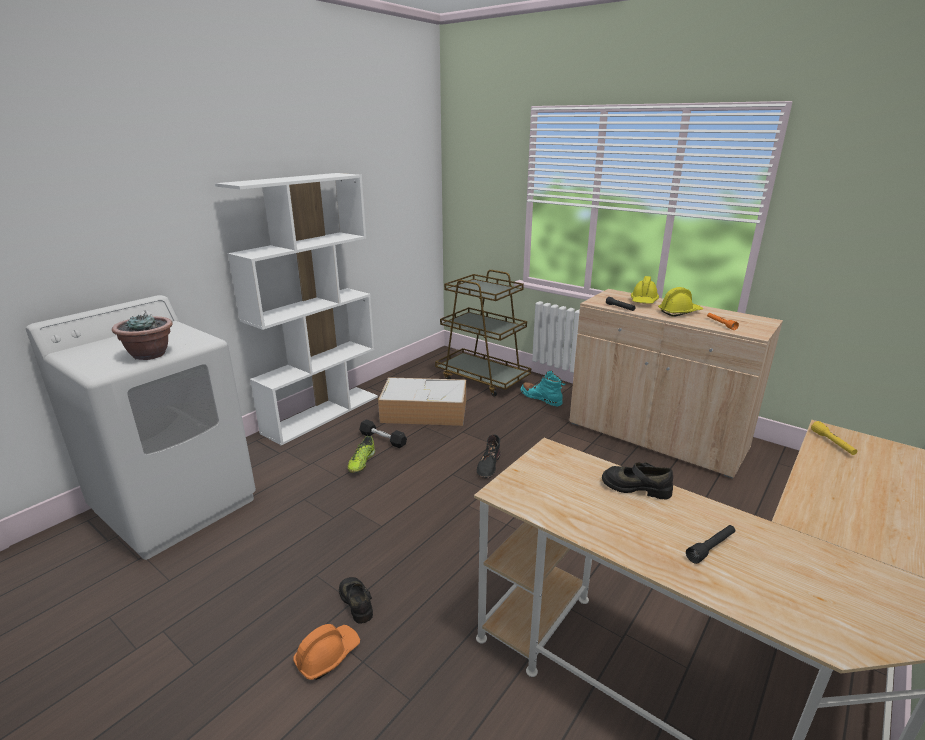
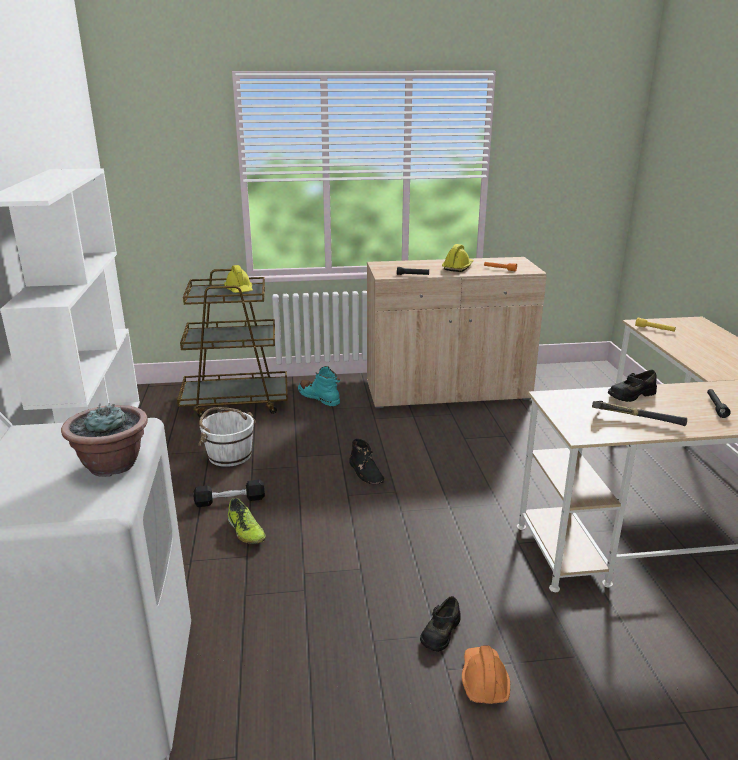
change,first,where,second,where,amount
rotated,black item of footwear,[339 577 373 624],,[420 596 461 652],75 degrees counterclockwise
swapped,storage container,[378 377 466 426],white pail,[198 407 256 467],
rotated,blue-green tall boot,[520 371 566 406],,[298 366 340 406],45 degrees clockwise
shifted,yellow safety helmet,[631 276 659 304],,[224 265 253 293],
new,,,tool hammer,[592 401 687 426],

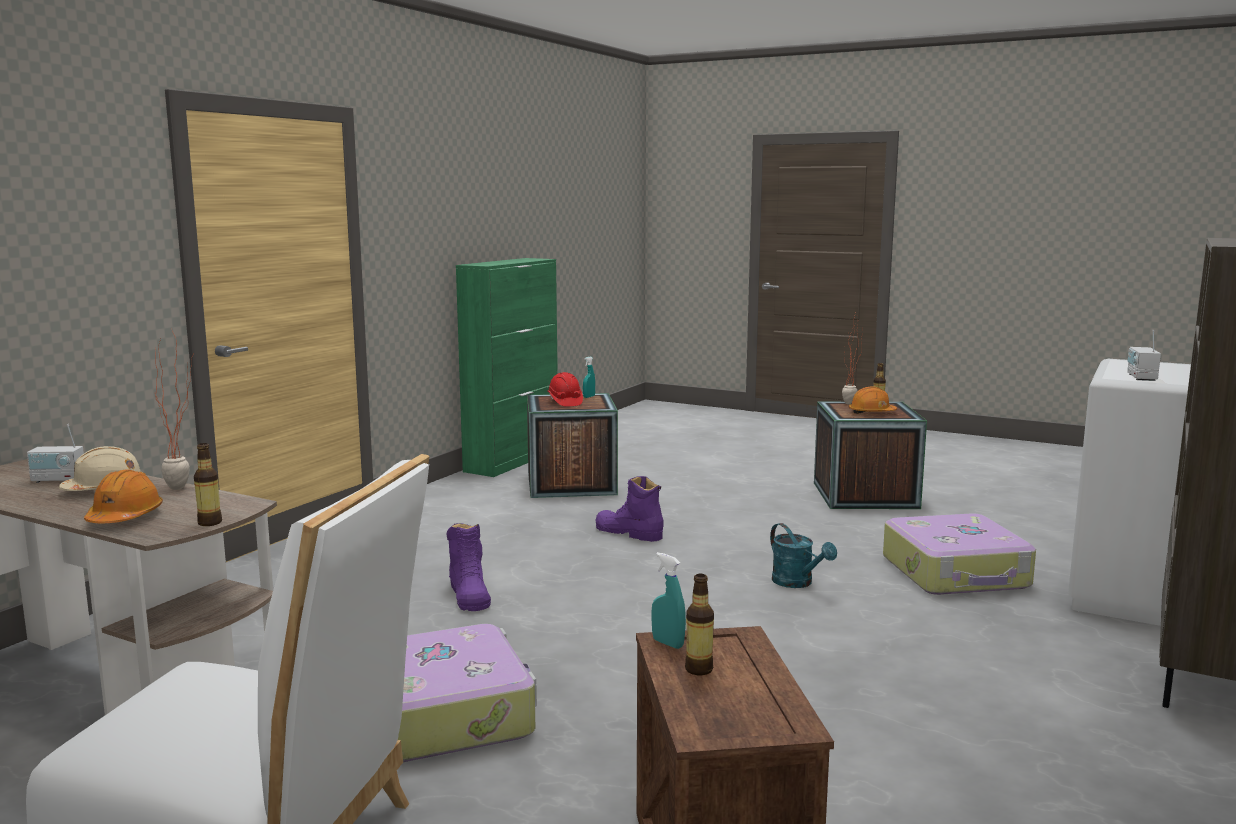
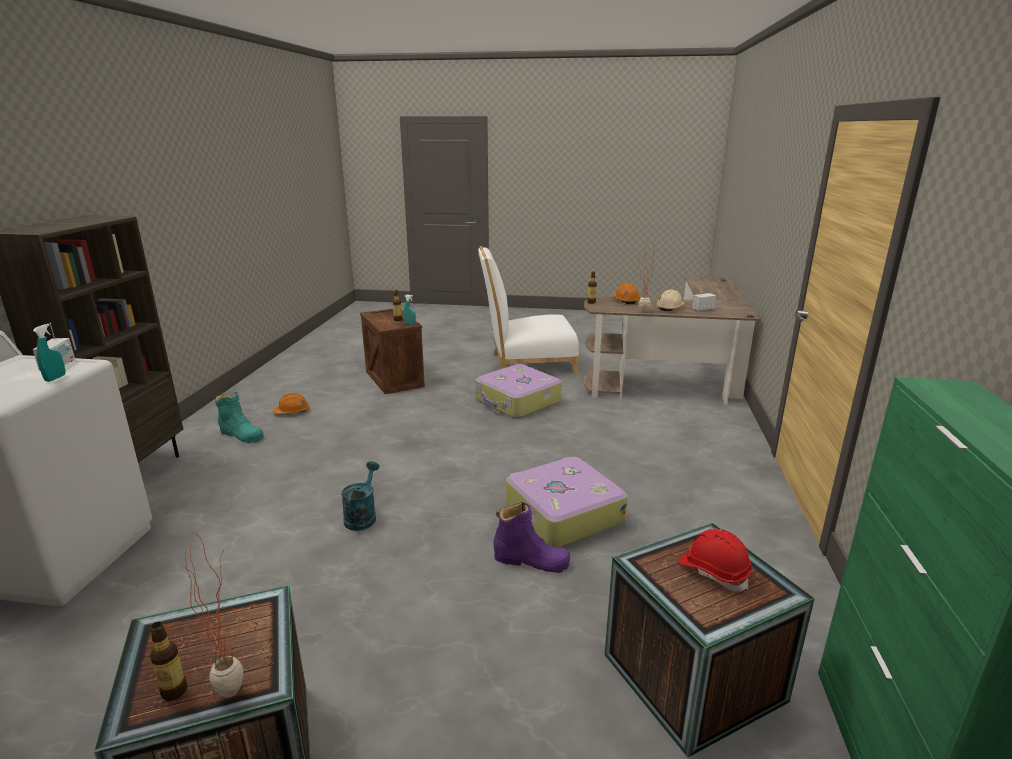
change,first,where,second,where,amount
gone,purple-coloured tall boot,[447 523 491 611],,,
shifted,blue-green sprayer,[583 356 595 398],,[33 324 65 382],
rotated,blue-green sprinkling can,[770 523 837 588],,[341 461 379 531],60 degrees clockwise
shifted,orangey safety helmet,[849 386 897 414],,[273 393 309 414],
shifted,suitcase,[883 514 1036 595],,[506 457 628 548],
new,,,blue-green tall boot,[215 392 264 443],

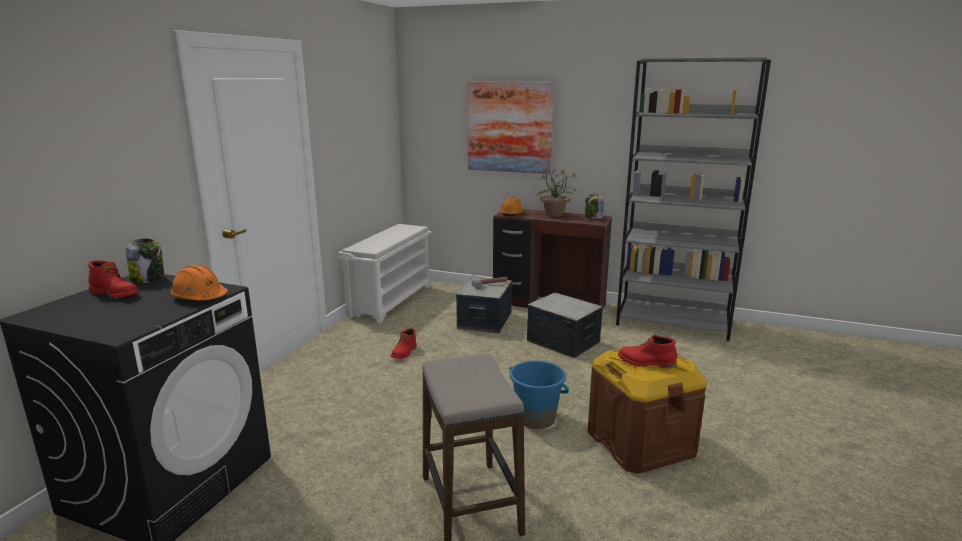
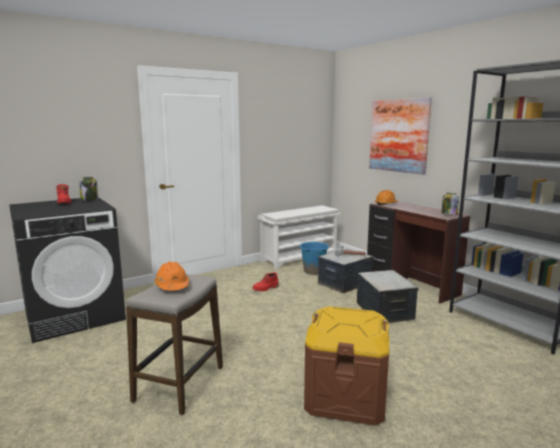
change,first,where,second,where,amount
shifted,orangey safety helmet,[170 265 228 300],,[155 261 189 291],
shifted,blue pail,[509 360 569 429],,[300 242 329 275],
gone,houseplant,[537 169 576 217],,,
gone,reddish tall boot,[618 335 677 368],,,

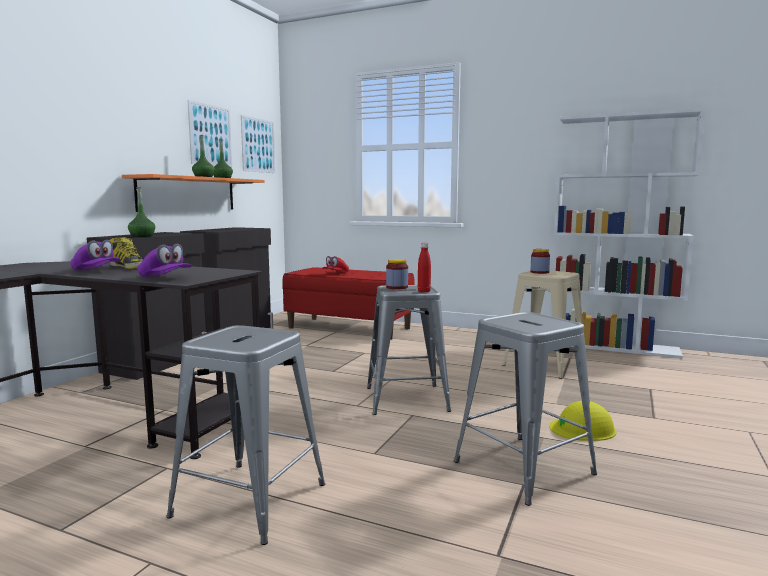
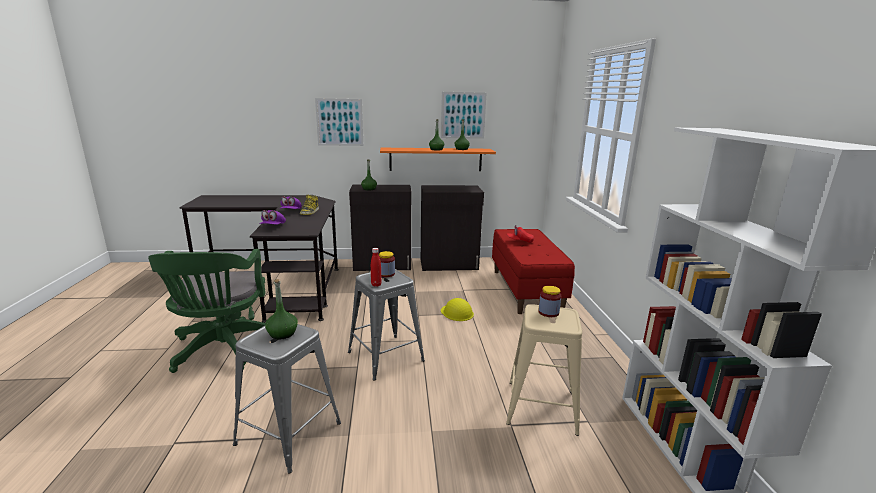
change,first,where,second,where,amount
swapped,greyish stool,[166 325 325 545],greenish desk chair,[148 249 266 373],
shifted,wall picture,[241 115 275 173],,[315 98 363 146],
shifted,yellow safety helmet,[549 401 617 441],,[441 298 474 321],
new,,,greenish bottle,[265 279 298 339],

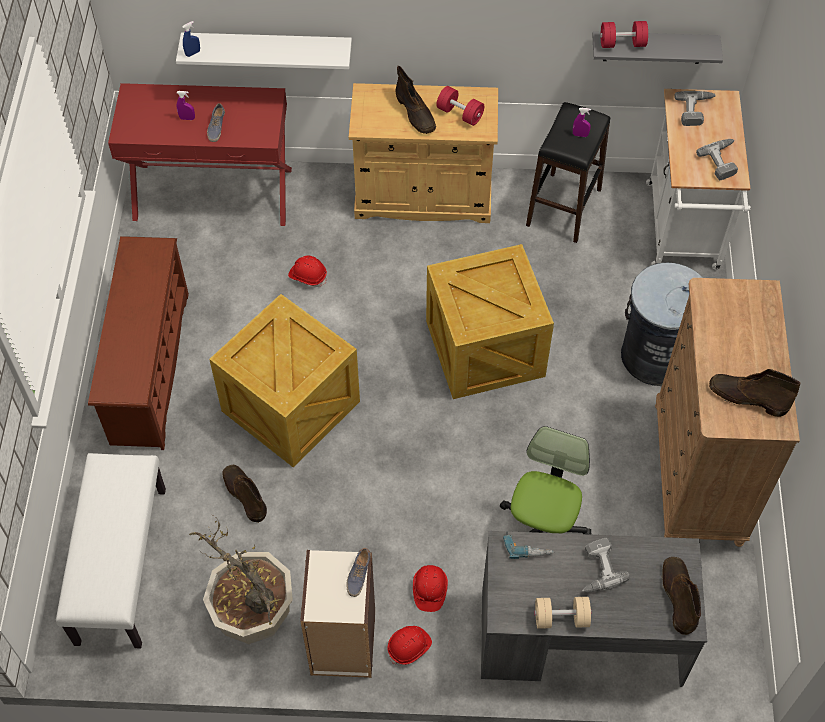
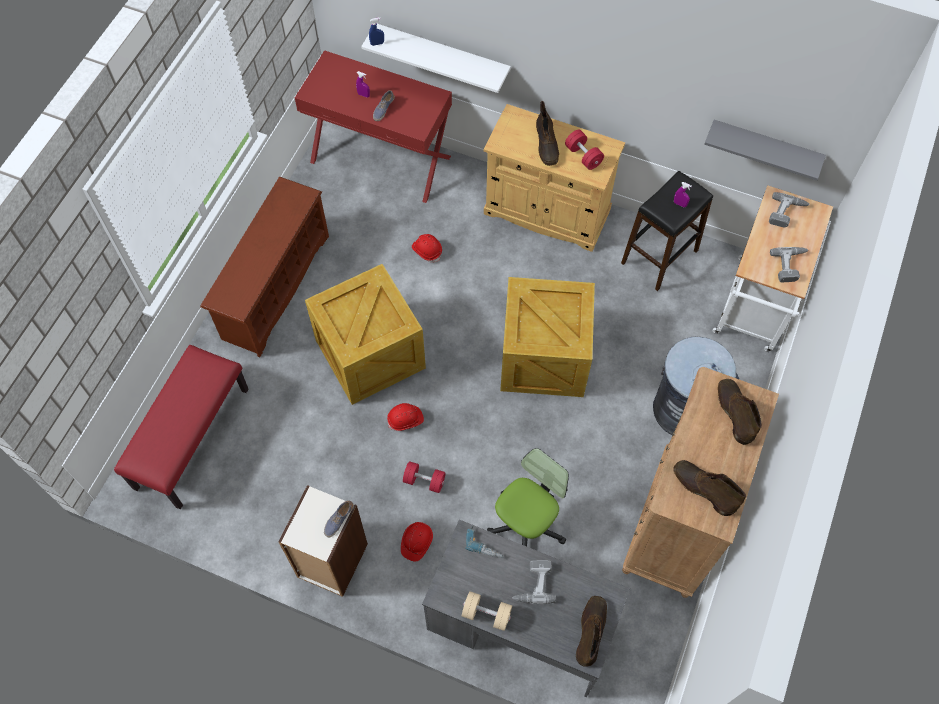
change,first,where,second,where,amount
repainted,white bench,[56 453 166 648],reddish bench,[114 345 248 509],
gone,houseplant,[189 516 293 644],,,
shifted,brown tall boot,[222 465 267 523],,[718 379 762 445],
shifted,reddish safety helmet,[387 626 432 665],,[387 403 424 431],
shifted,reddish hand weight,[600 21 648 48],,[403 461 445 493],

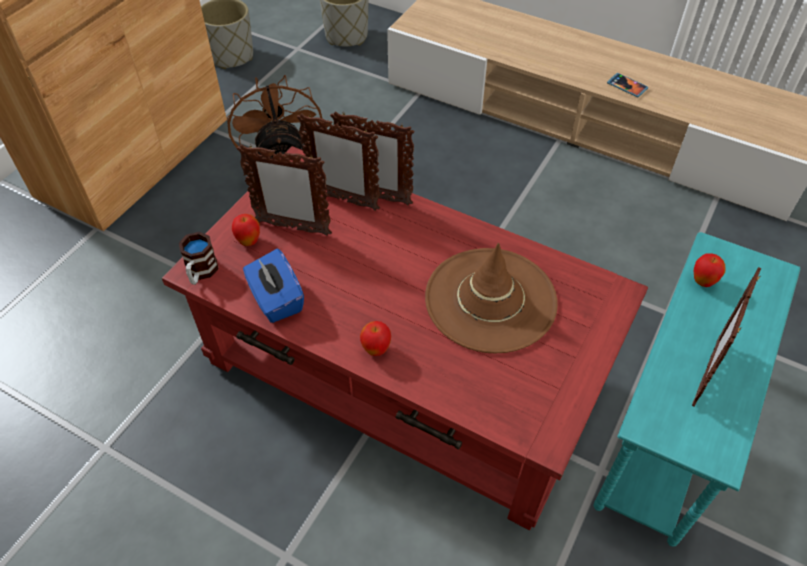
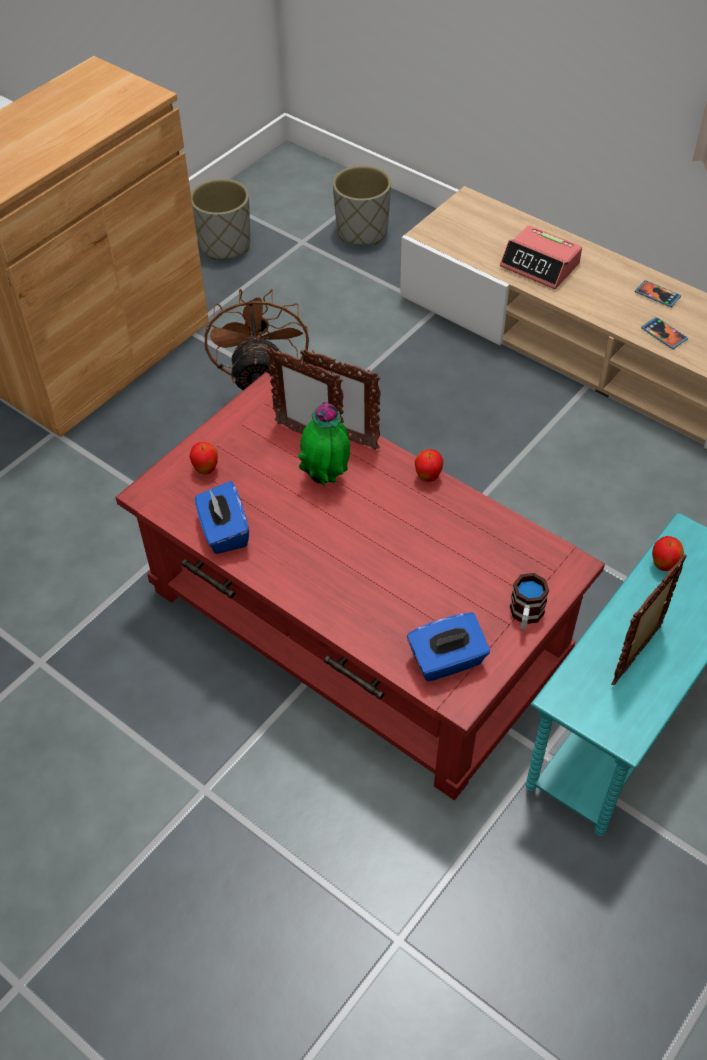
change,first,where,second,where,amount
shifted,coffee mug,[179 232 219 285],,[510 573 549 630],
gone,picture frame,[237 144 332 236],,,
shifted,whole apple,[360 321 391 356],,[415 449 443 482],
gone,brown hat,[425 243 558 353],,,
new,,,houseplant,[298 402 350 487],
new,,,blue tissue holder,[407 613 490 682],
new,,,table clock,[500 225 582 289],
new,,,handset,[635 280 681 307],

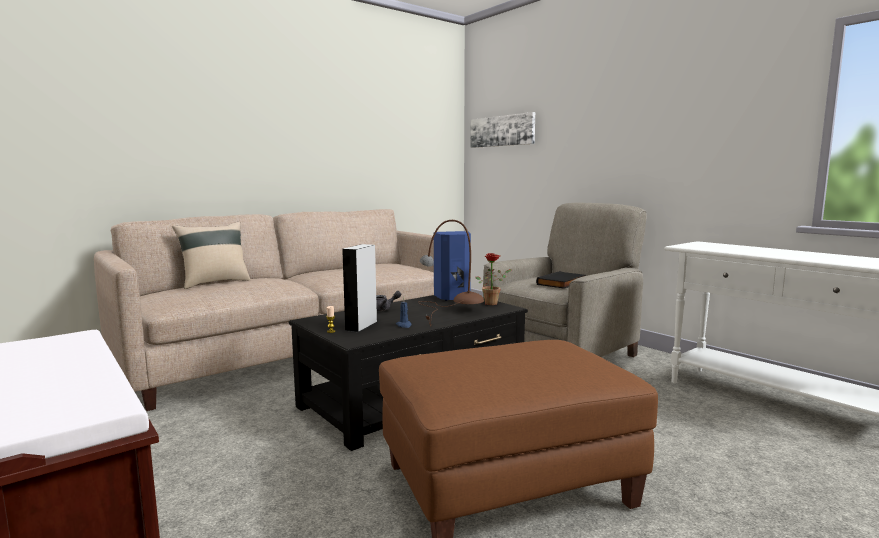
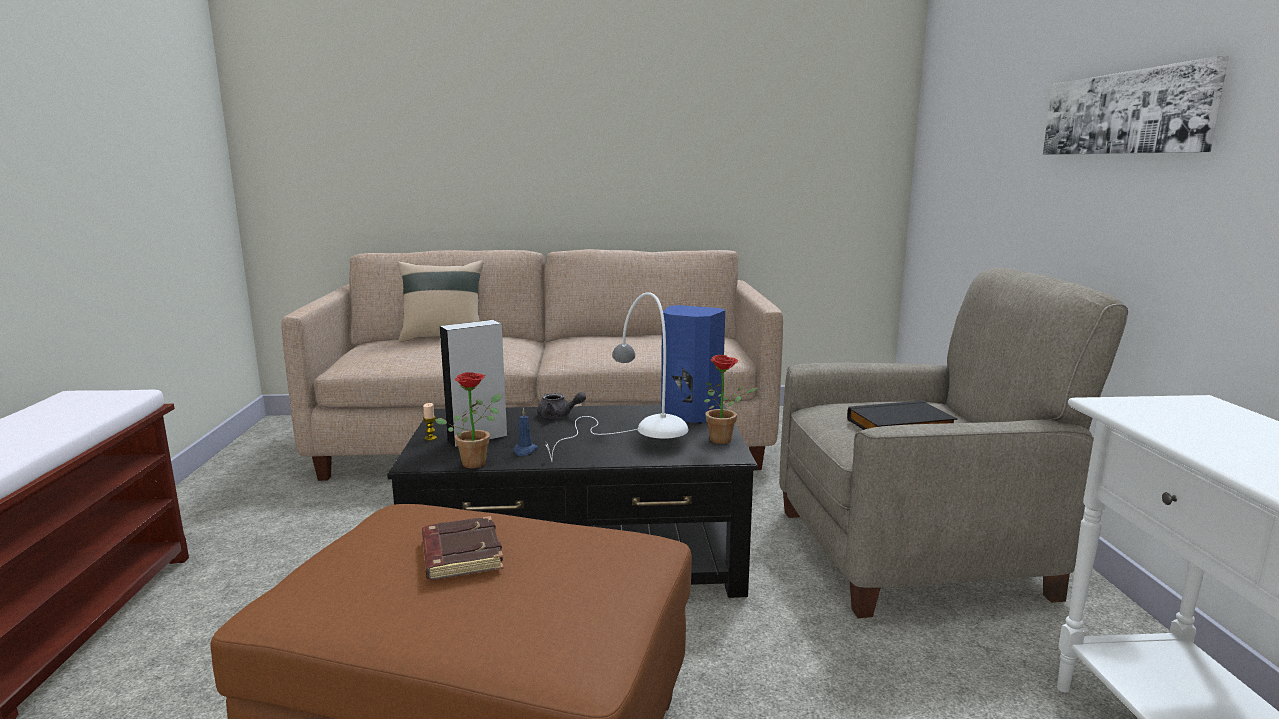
change,first,where,second,where,amount
repainted,brown table lamp,[418 220 484 327],white table lamp,[545 292 689 462],
shifted,wall picture,[470 112 535 148],,[1043 56 1229 155],
new,,,brown book,[422 516 504 580],
new,,,houseplant,[435 372 502 468],

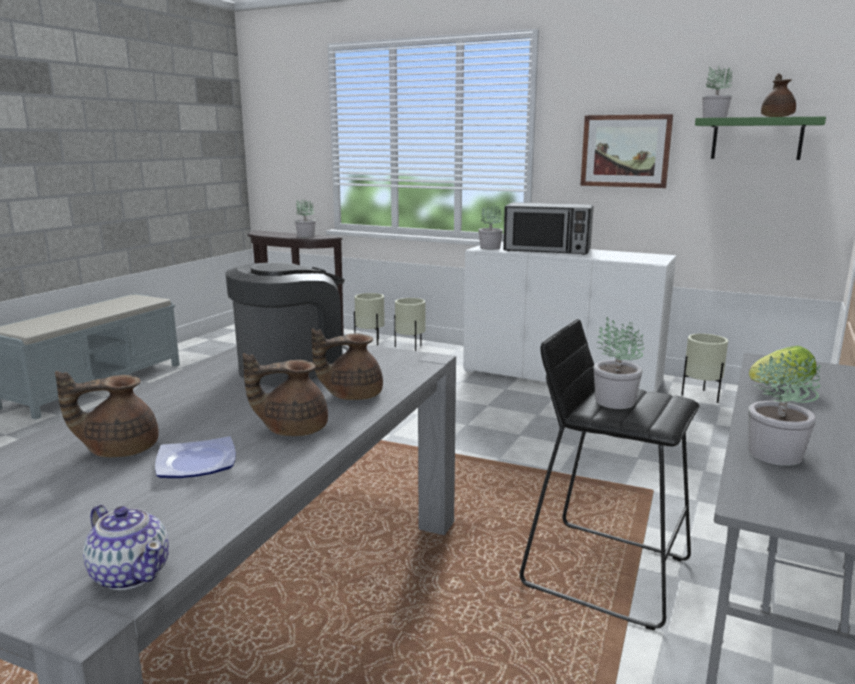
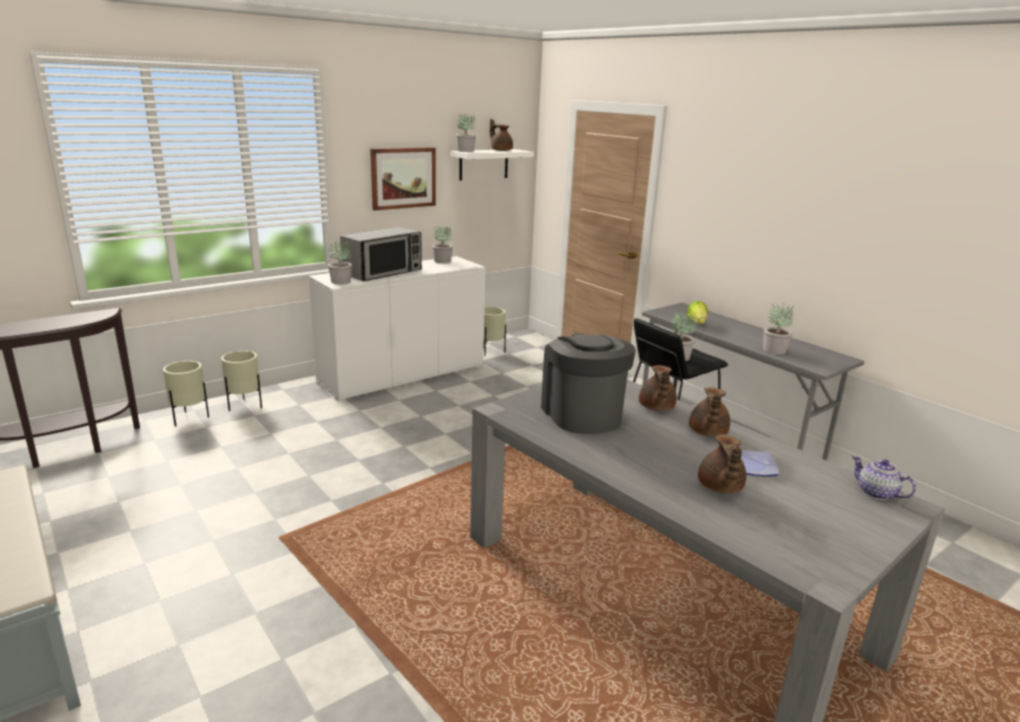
change,first,where,second,where,amount
rotated,pot for tea,[83 505 169 590],,[852 455 916 500],105 degrees counterclockwise
shifted,houseplant,[295 199 316 237],,[432 226 453 263],
repainted,greenish bracket shelf,[695 116 826 160],white bracket shelf,[451 149 534 181],

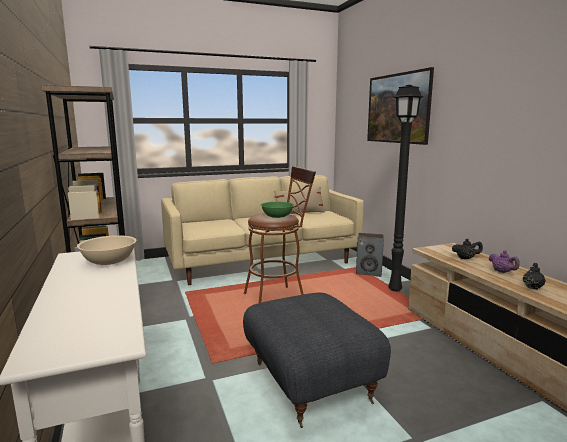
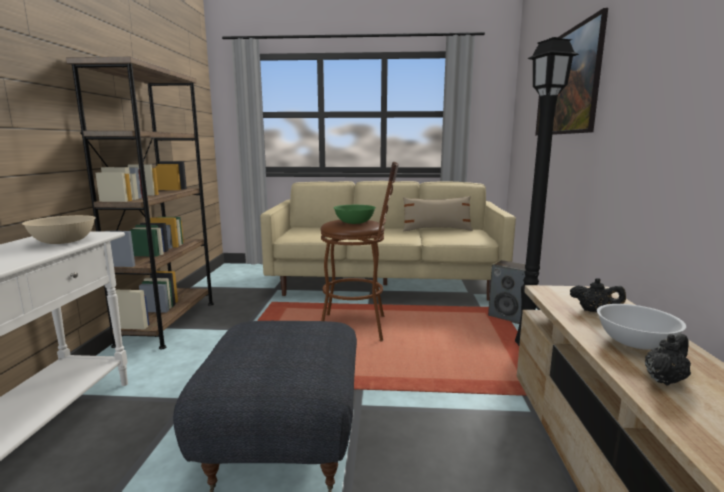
change,first,where,second,where,amount
swapped,purple-coloured pot for tea,[488 250 520 273],white bowl,[597 304 686 350],

